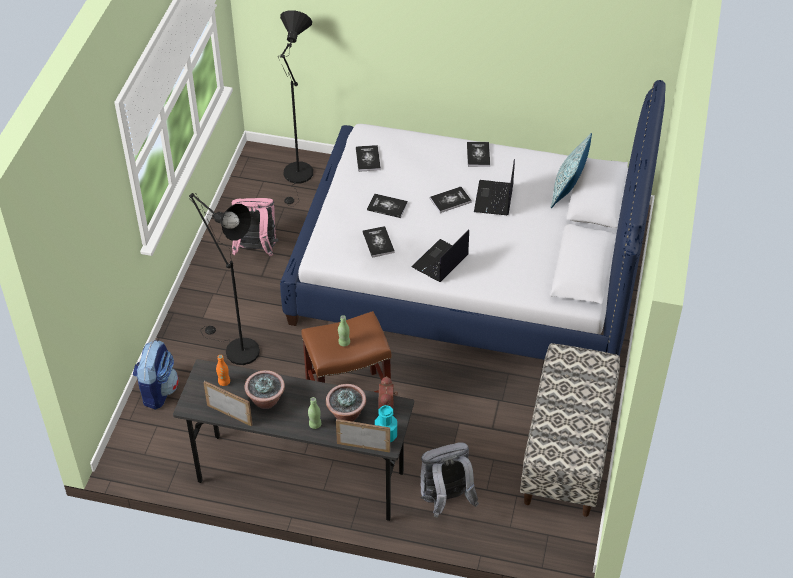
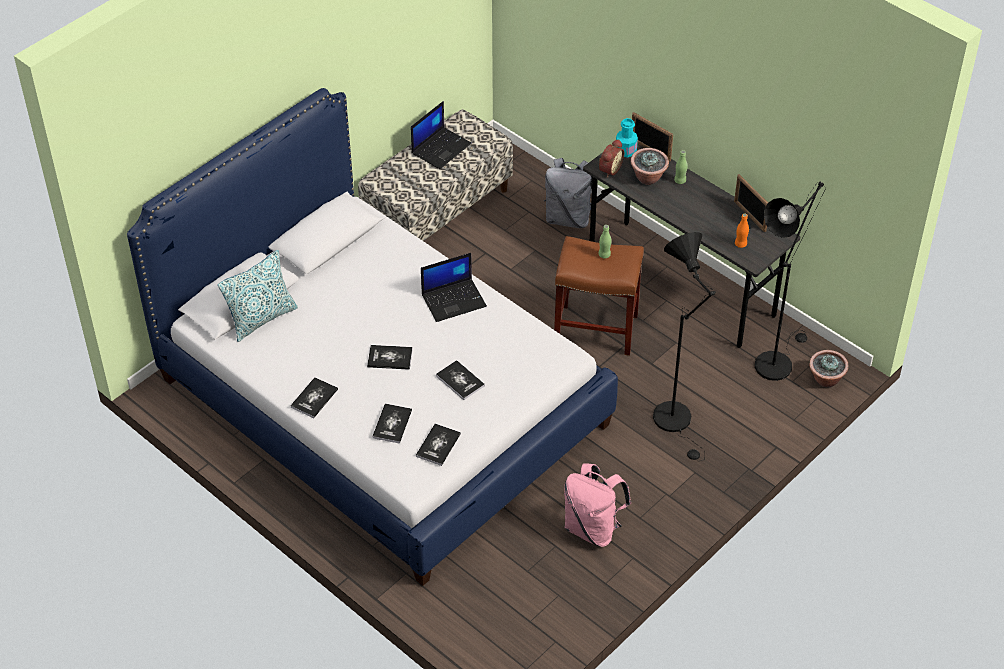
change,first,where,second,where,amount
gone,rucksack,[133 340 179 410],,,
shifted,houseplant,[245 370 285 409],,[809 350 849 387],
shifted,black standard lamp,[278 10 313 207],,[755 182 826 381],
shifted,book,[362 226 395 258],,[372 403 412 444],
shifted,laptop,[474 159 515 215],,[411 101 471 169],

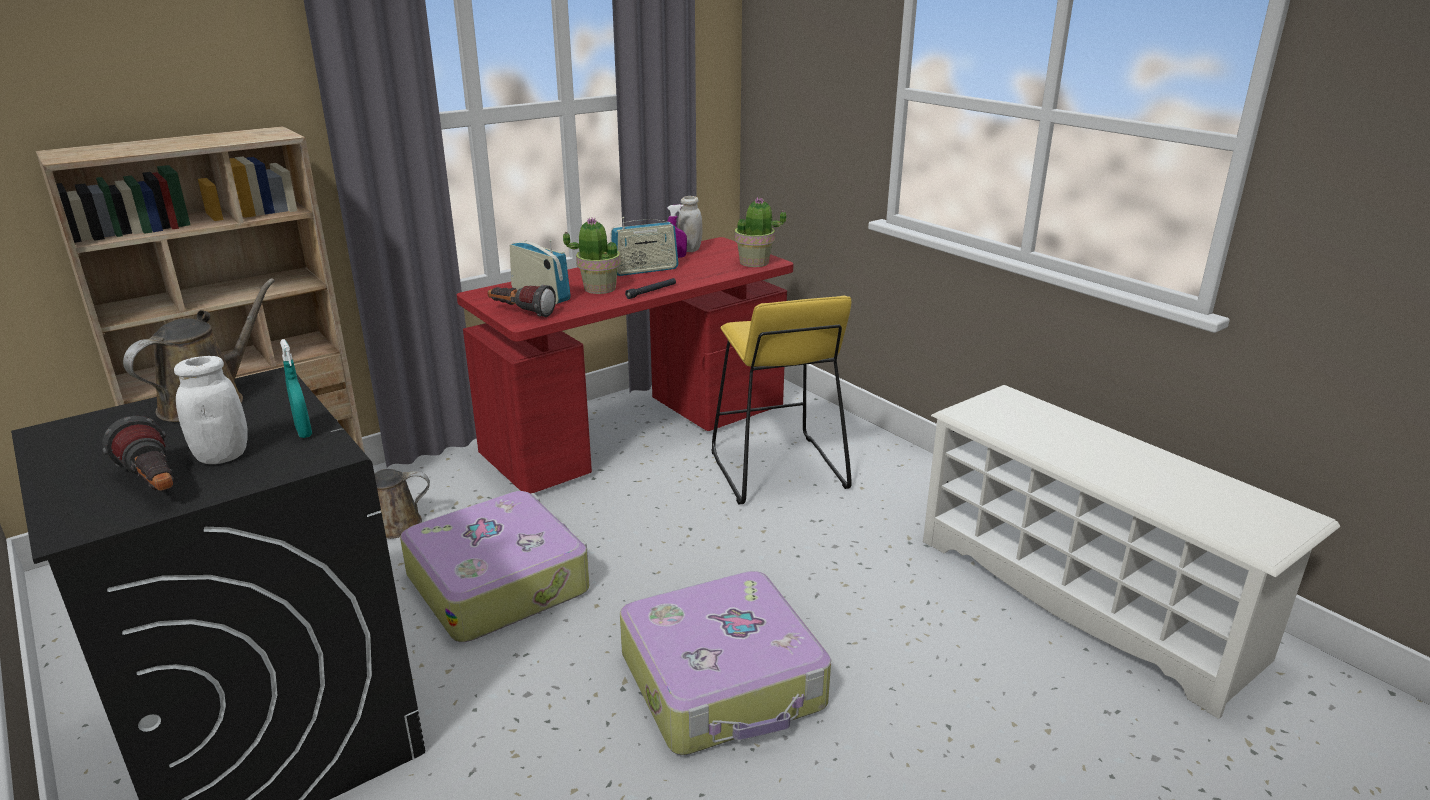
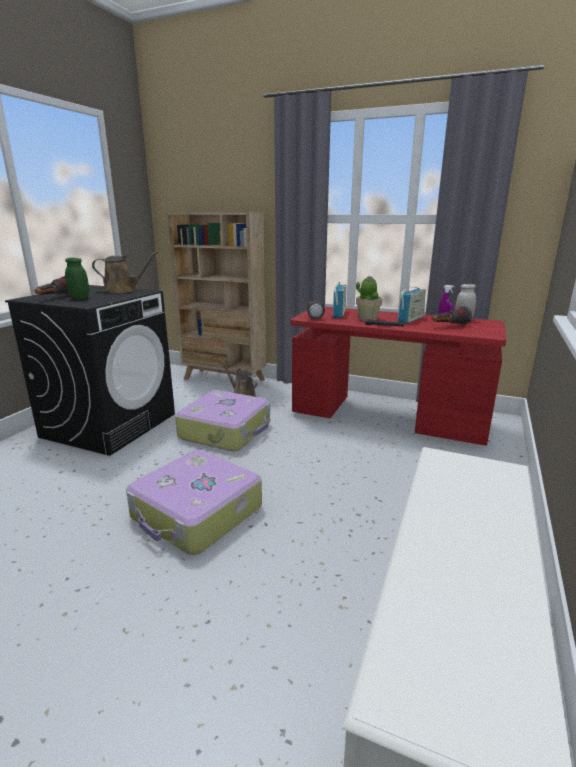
change,first,where,second,where,amount
repainted,white storage jar,[174 356 248 464],greenish storage jar,[65 258 89 300],
gone,blue-green sprayer,[280 339 312 438],,,
rotated,radio,[611 217 679 276],,[398 287 426 324],90 degrees counterclockwise
gone,yellow stool,[712 296 852 505],,,
gone,houseplant,[735 197 786 267],,,
new,,,flashlight,[432 306 472 325],

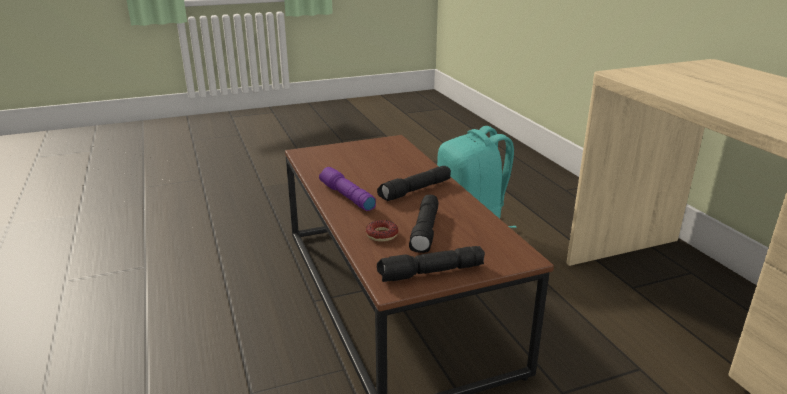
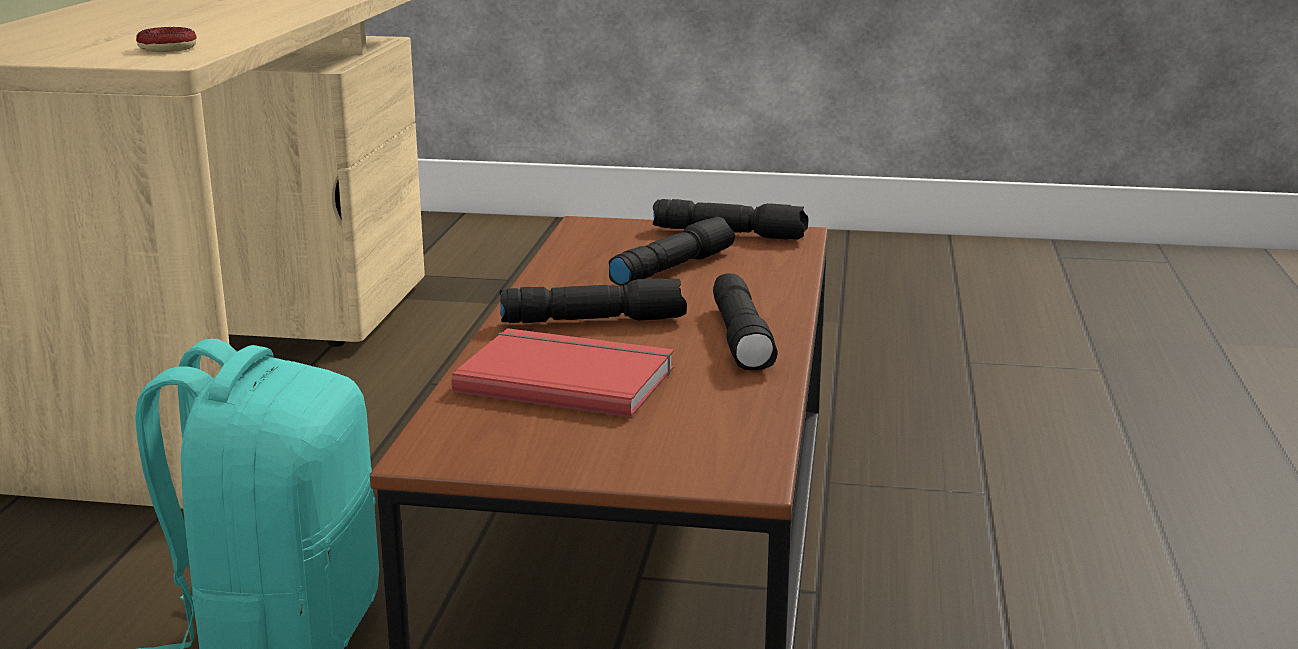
change,first,where,second,where,amount
repainted,purple-coloured flashlight,[319 167 376 211],black flashlight,[713 273 777 370],
shifted,doughnut,[366 220 398 242],,[136 27 197 52],
new,,,reddish book,[451 328 674 417],

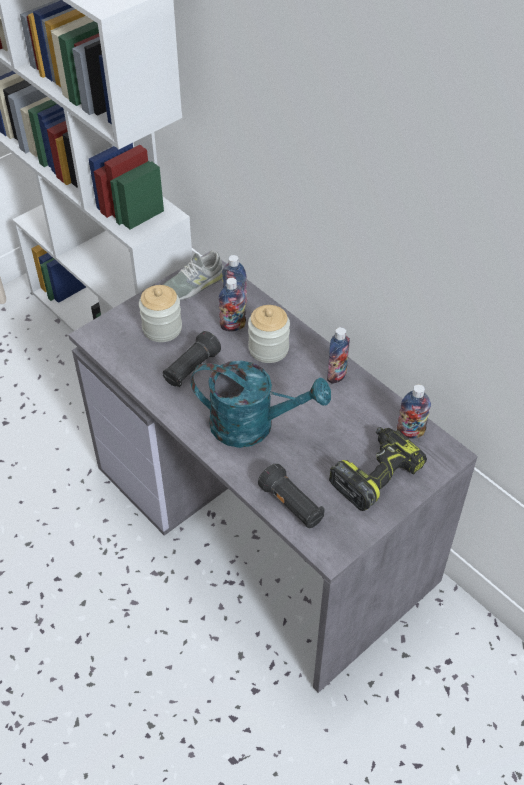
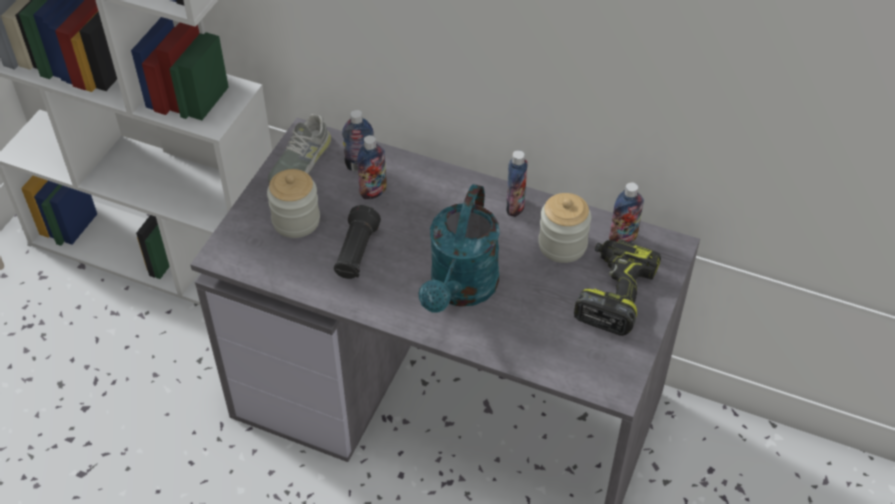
change,first,where,second,where,amount
rotated,blue-green sprinkling can,[191 361 331 448],,[419 184 500 313],120 degrees clockwise
shifted,storage jar,[248 305 290 363],,[538 193 591 263],
gone,black flashlight,[258 463 325 528],,,

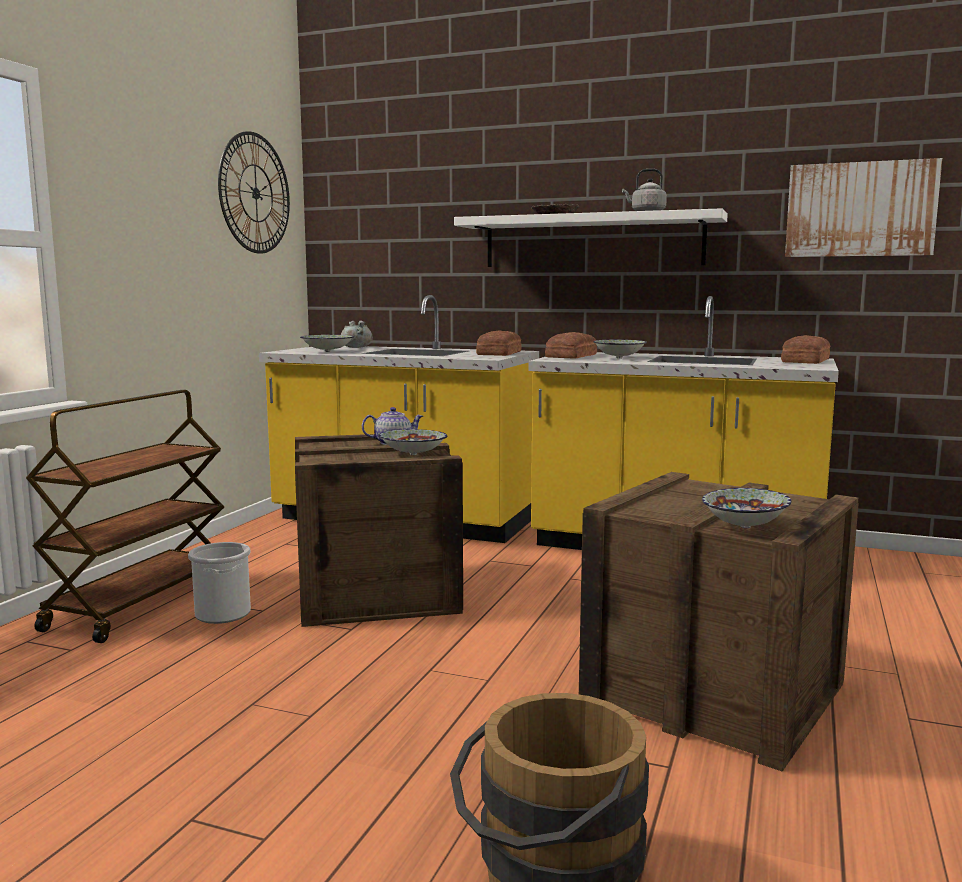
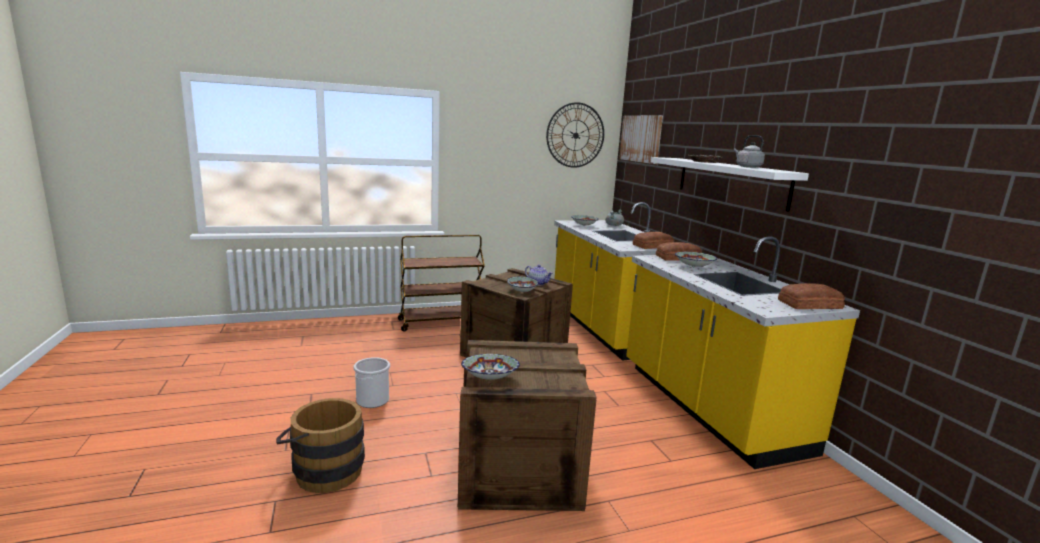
change,first,where,second,where,amount
shifted,pail,[188 542 251 624],,[353 357 390 408],
shifted,wall picture,[785 158 942 257],,[619 115 663 164],

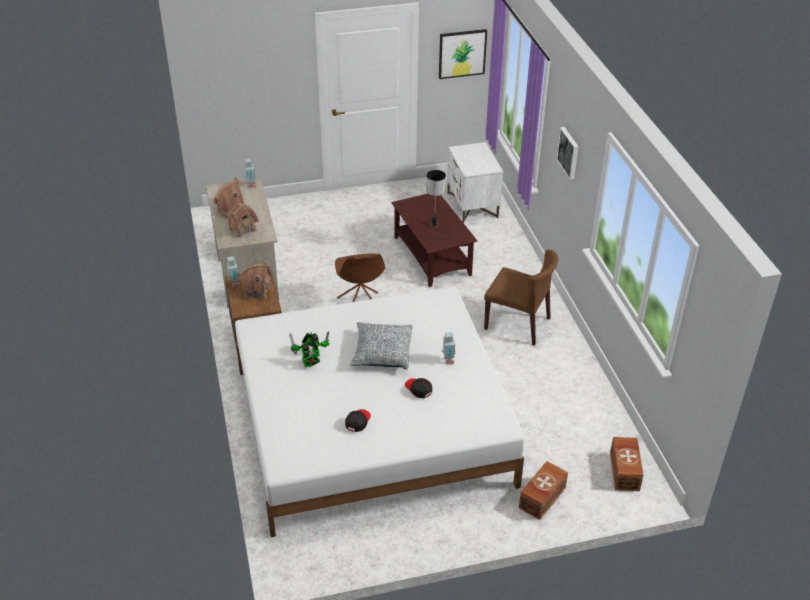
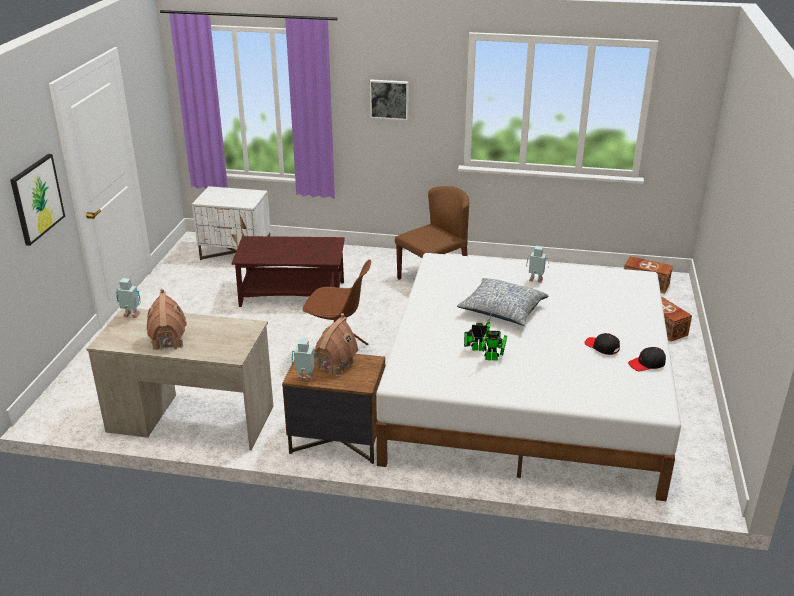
change,first,where,second,where,amount
gone,model house,[228 203 259 238],,,
shifted,black baseball cap,[405 378 432 398],,[628 347 666 371],
gone,table lamp,[426 170 446 228],,,
shifted,wall picture,[439 29 487 79],,[10 154 65 246],

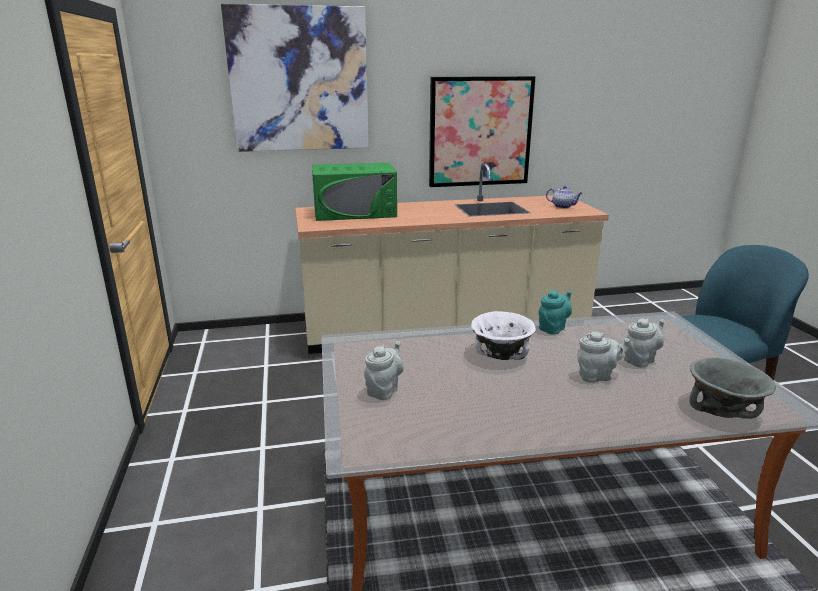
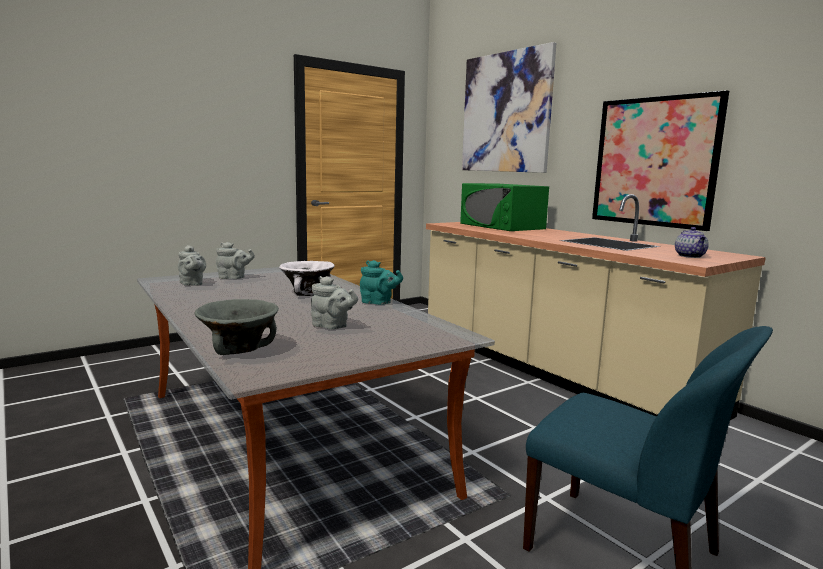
change,first,where,second,where,amount
shifted,greyish pot for tea,[577 332 630 383],,[178 245 206 286],

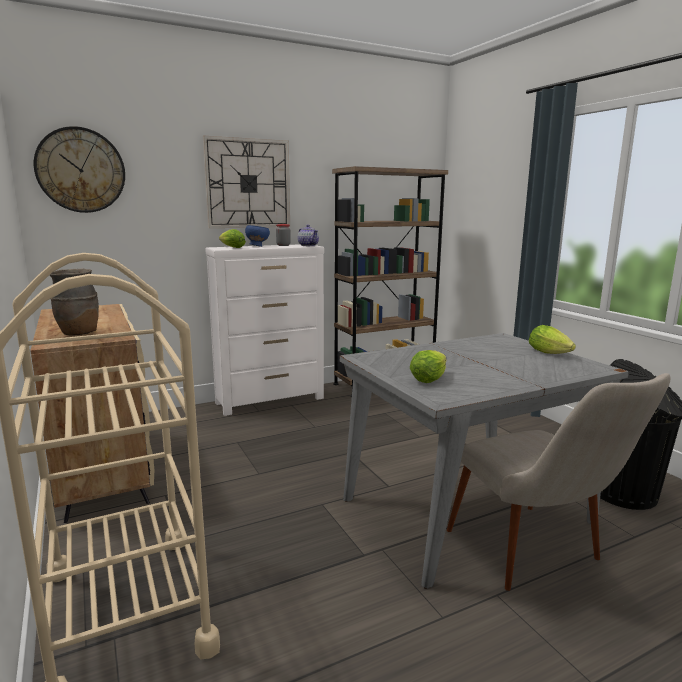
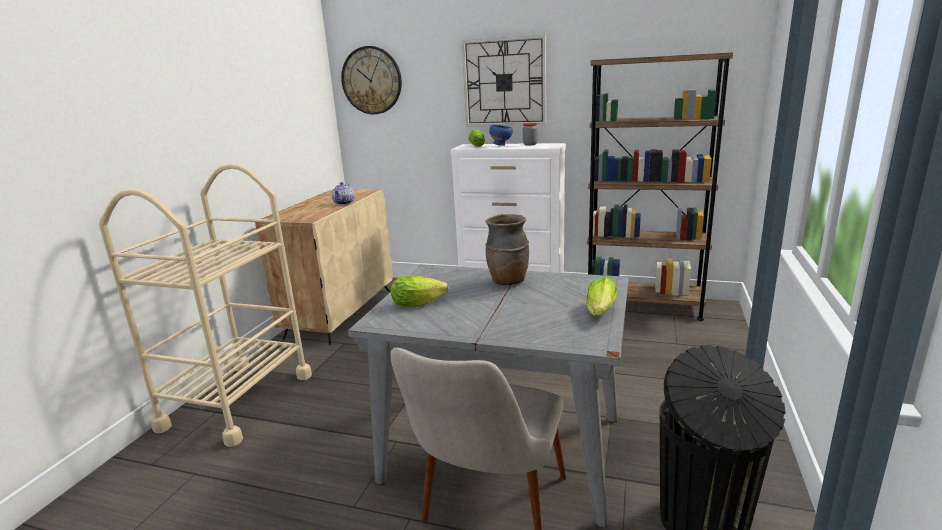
change,first,where,second,where,amount
shifted,brown vase,[50 268 99 336],,[485 214 529 285],
shifted,pot for tea,[298 225 319 246],,[332 182 354 205],

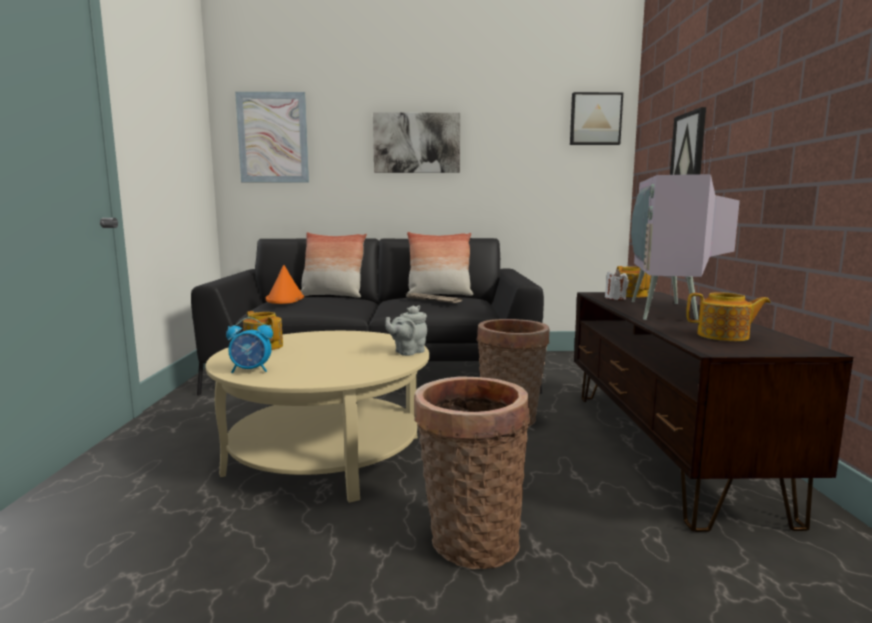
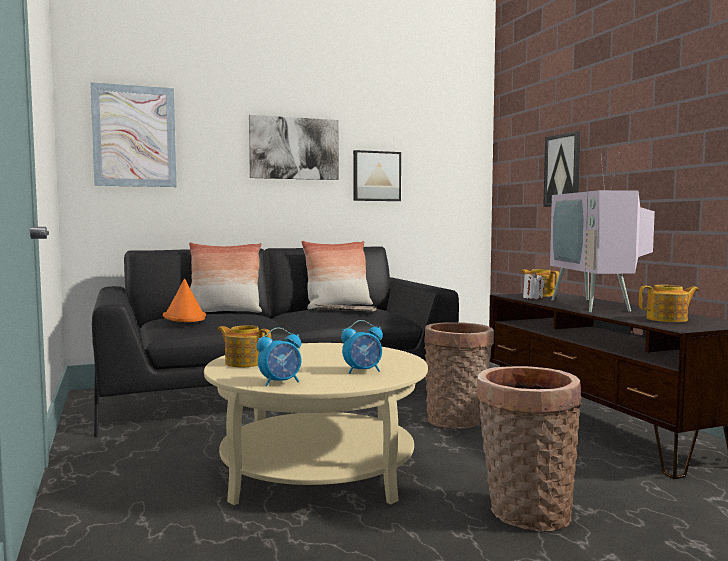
change,first,where,second,where,amount
gone,greyish pot for tea,[385 306 427 356],,,
shifted,wall picture,[570 92 623 145],,[353 150 401 201],
new,,,table clock,[341 320 383 374],

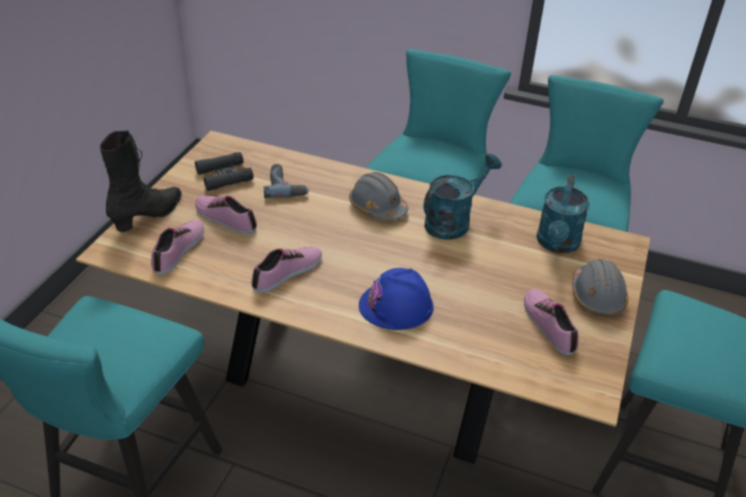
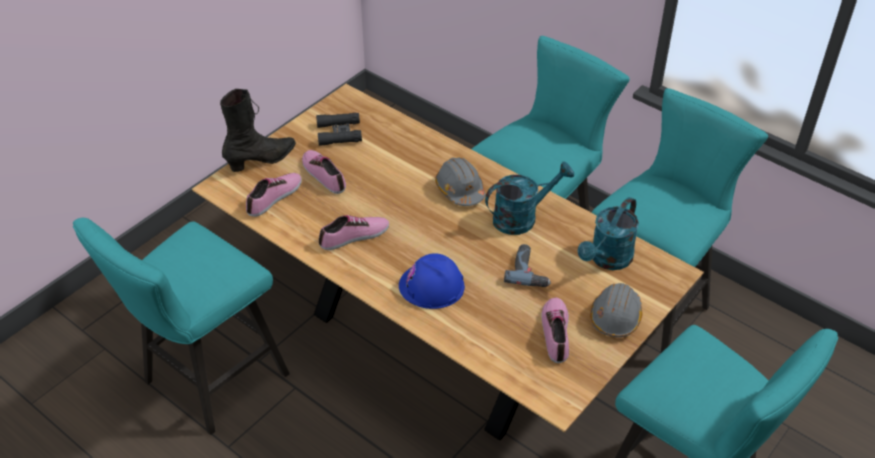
change,first,where,second,where,amount
shifted,electric drill,[264 164 309 198],,[504 244 551 287],

